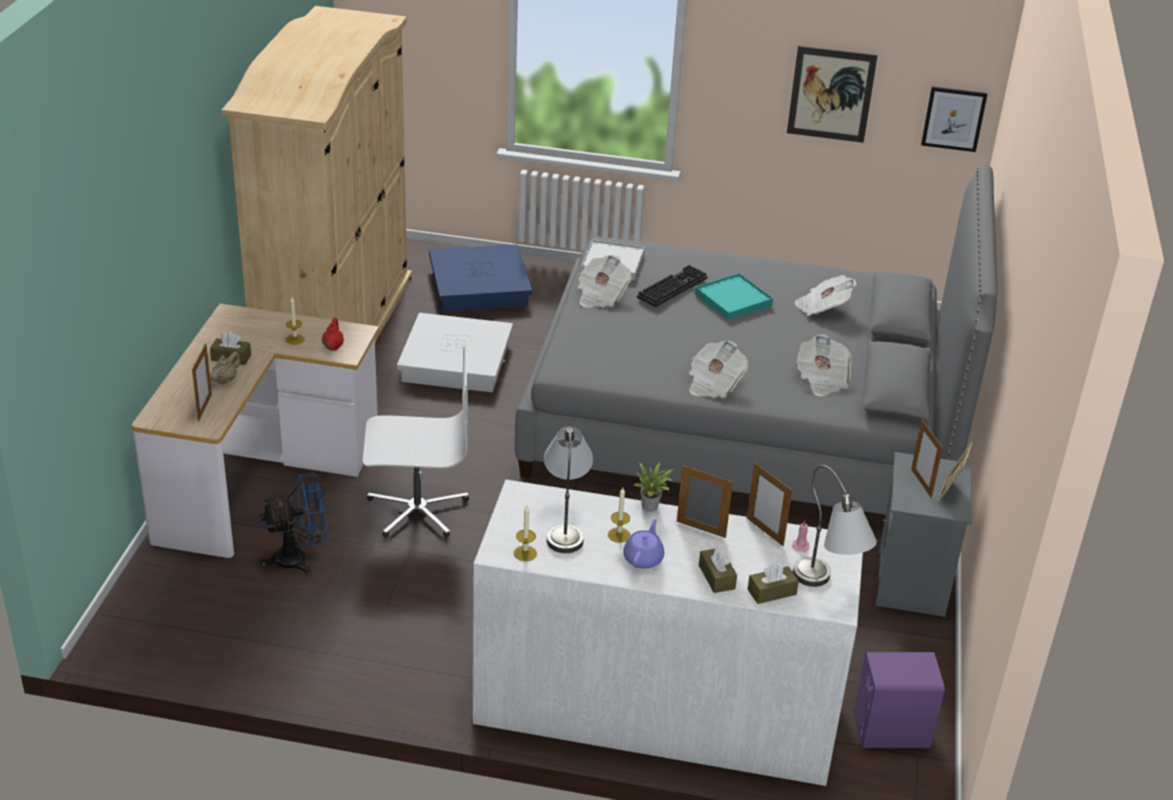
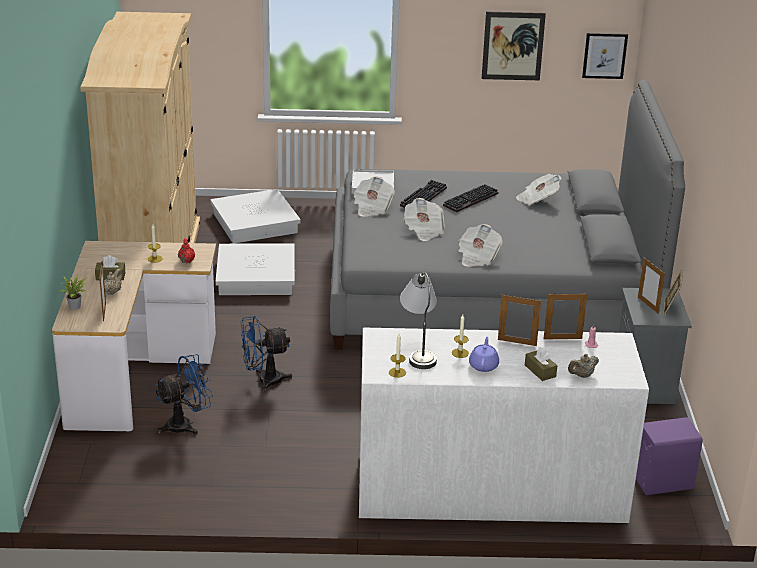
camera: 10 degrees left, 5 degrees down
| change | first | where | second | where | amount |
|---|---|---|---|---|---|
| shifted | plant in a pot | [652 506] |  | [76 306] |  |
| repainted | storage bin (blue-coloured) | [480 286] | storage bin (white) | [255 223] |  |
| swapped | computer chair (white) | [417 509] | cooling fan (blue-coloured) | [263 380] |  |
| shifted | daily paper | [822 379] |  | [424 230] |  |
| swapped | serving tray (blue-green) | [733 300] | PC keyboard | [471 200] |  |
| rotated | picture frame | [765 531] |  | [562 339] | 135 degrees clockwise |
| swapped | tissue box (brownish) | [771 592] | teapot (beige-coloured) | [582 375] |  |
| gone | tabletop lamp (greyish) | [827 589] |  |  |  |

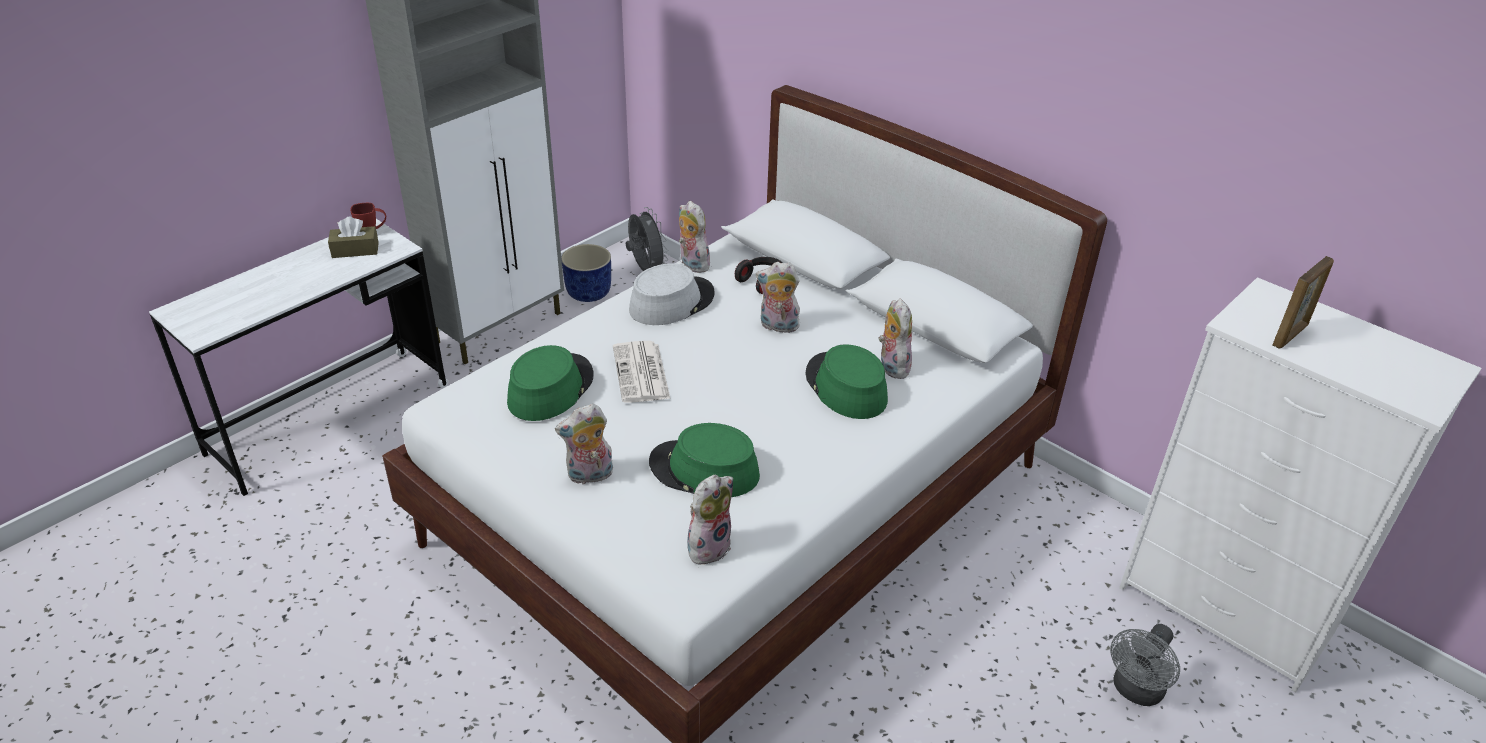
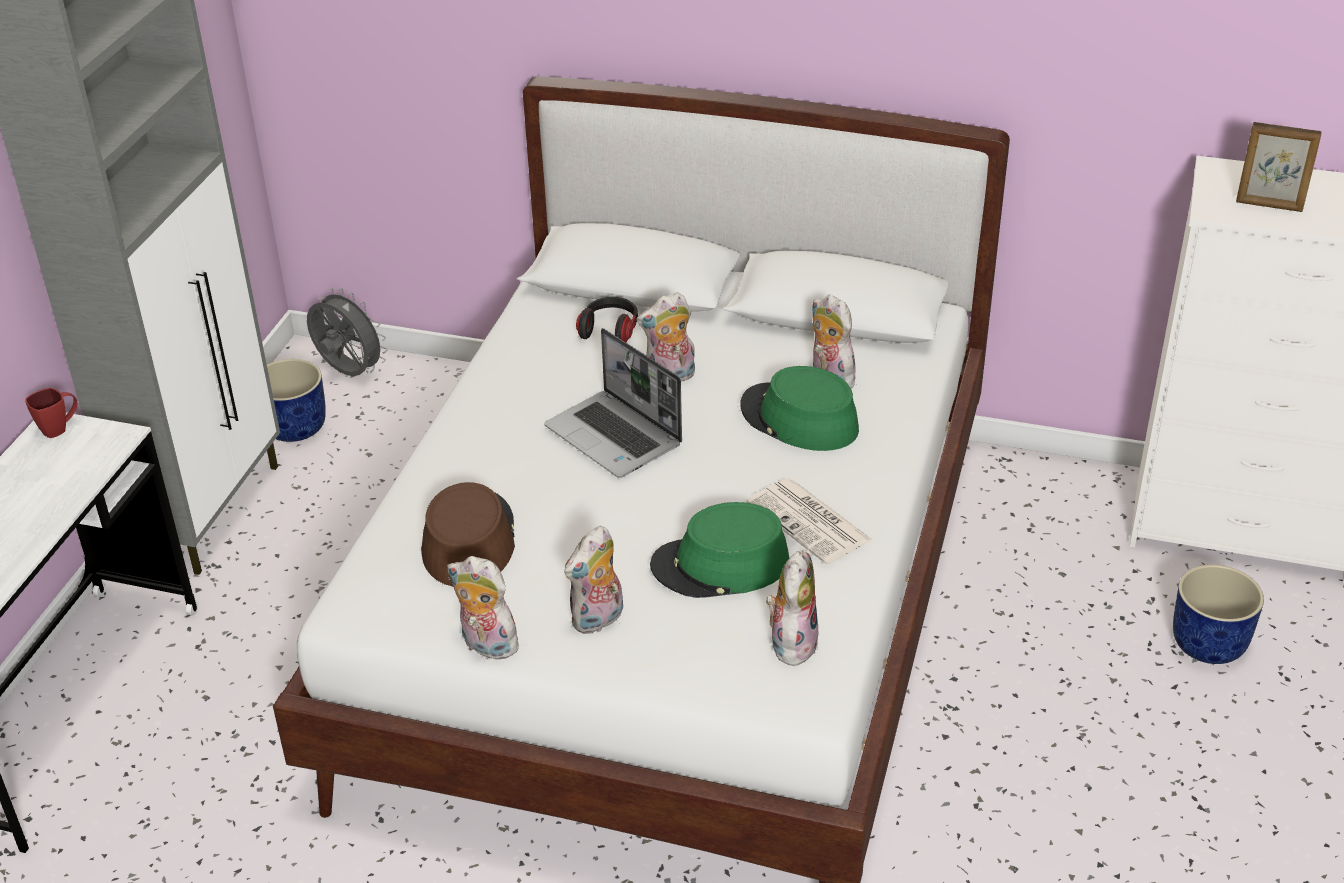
camera: 25 degrees left, 0 degrees up
| change | first | where | second | where | amount |
|---|---|---|---|---|---|
| repainted | hat (green) | [550 388] | hat (brownish) | [468 540] |  |
| shifted | plush toy | [691 264] |  | [486 646] |  |
| new |  |  | notebook computer | [615 436] |  |
| shifted | daily paper | [641 373] |  | [810 522] |  |
| swapped | cooling fan (greyish) | [1135 691] | planter (blue-coloured) | [1209 643] |  |
| rotated | picture frame | [1290 335] |  | [1269 206] | 90 degrees clockwise |
| gone | tissue box (brownish) | [355 250] |  |  |  |
| gone | hat (greyish) | [671 302] |  |  |  |

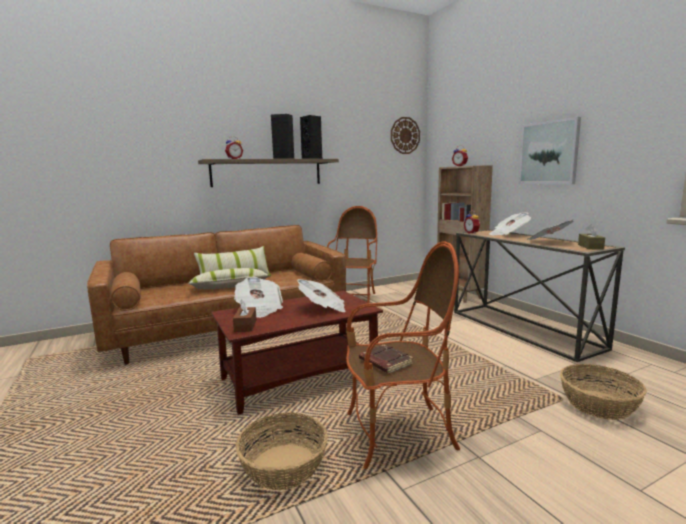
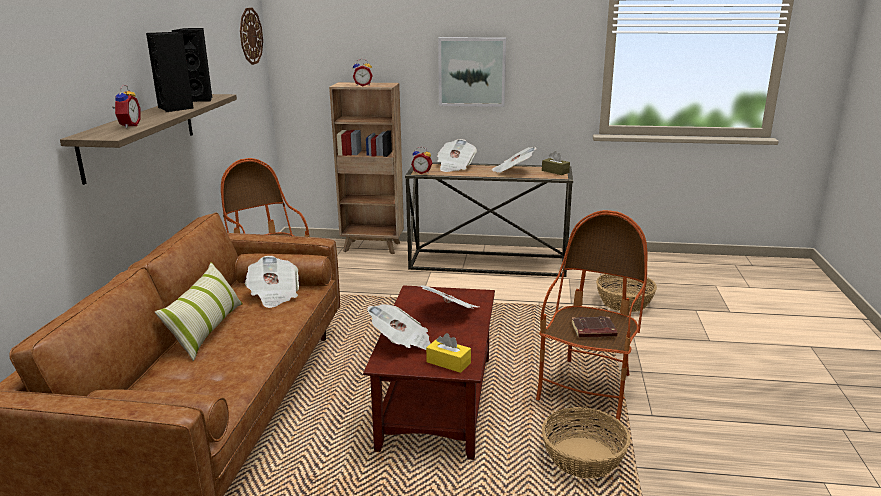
camera: 55 degrees left, 10 degrees up
| change | first | where | second | where | amount |
|---|---|---|---|---|---|
| new |  |  | daily paper | [274 295] |  |
| repainted | tissue box (brownish) | [245 325] | tissue box (yellow-coloured) | [448 362] |  |
| gone | throw pillow | [230 287] |  |  |  |

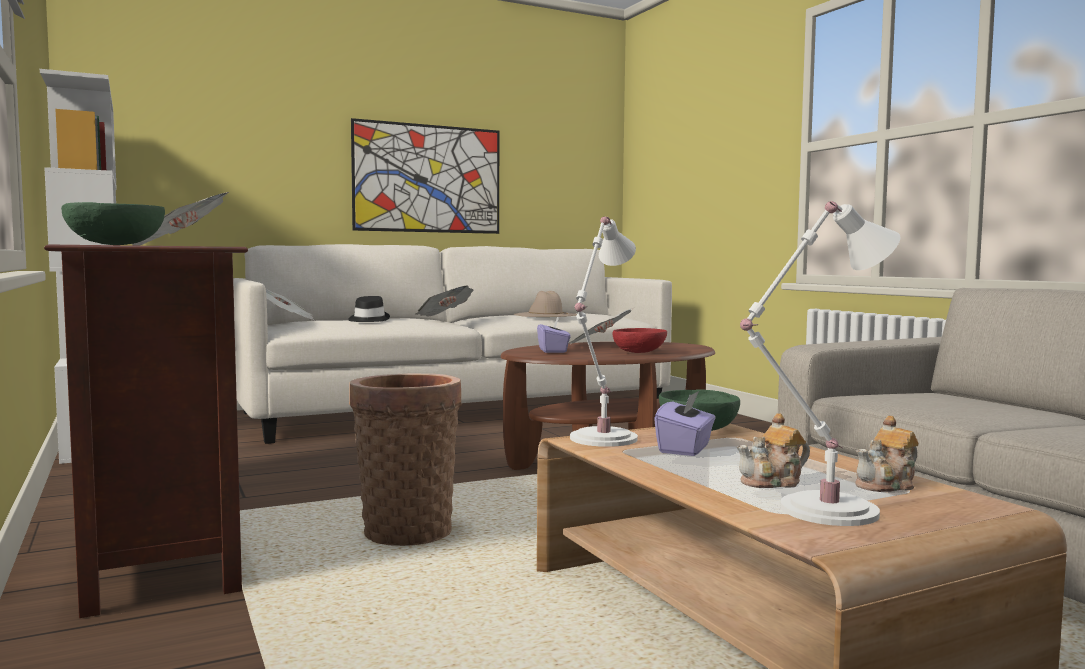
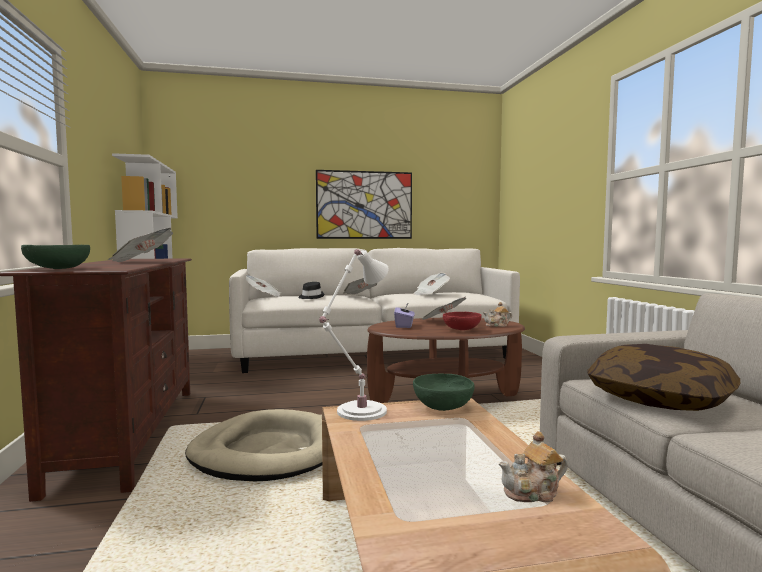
camera: 15 degrees right, 0 degrees up
| change | first | where | second | where | amount |
|---|---|---|---|---|---|
| swapped | storage basket | [407 531] | dog cushion (beige-coloured) | [268 451] |  |
| swapped | hat (beige-coloured) | [545 315] | daily paper | [430 294] |  |
| shifted | teapot | [773 482] |  | [497 325] |  |
| new |  |  | throw pillow | [660 398] |  |
| gone | tissue box (purple) | [685 449] |  |  |  |
| gone | tabletop lamp (white) | [821 511] |  |  |  |

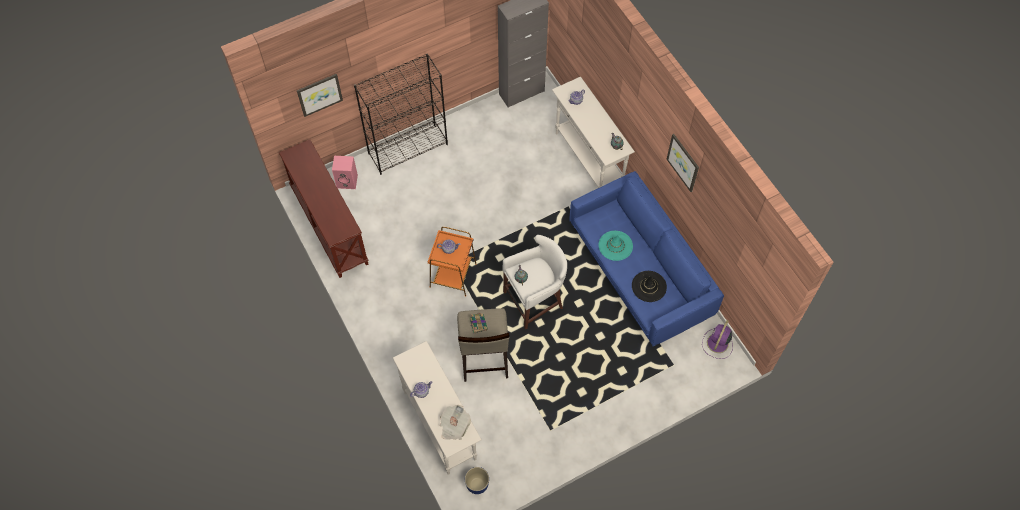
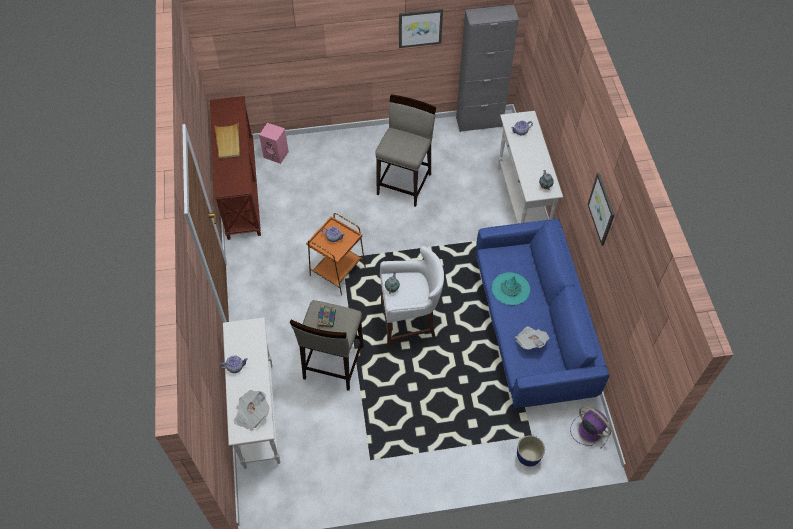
camera: 20 degrees right, 5 degrees down
| change | first | where | second | where | amount |
|---|---|---|---|---|---|
| new |  |  | serving tray (beige-coloured) | [228 142] |  |
| new |  |  | stool seat (beige-coloured) | [404 183] |  |
| shifted | picture | [319 94] |  | [420 27] |  |
| swapped | hat (black) | [649 286] | daily paper | [530 341] |  |
| shifted | planter | [477 484] |  | [528 456] |  |
| rotated | cooling fan (purple) | [717 344] |  | [589 430] | 90 degrees clockwise |
| gone | shelving unit (black) | [408 148] |  |  |  |

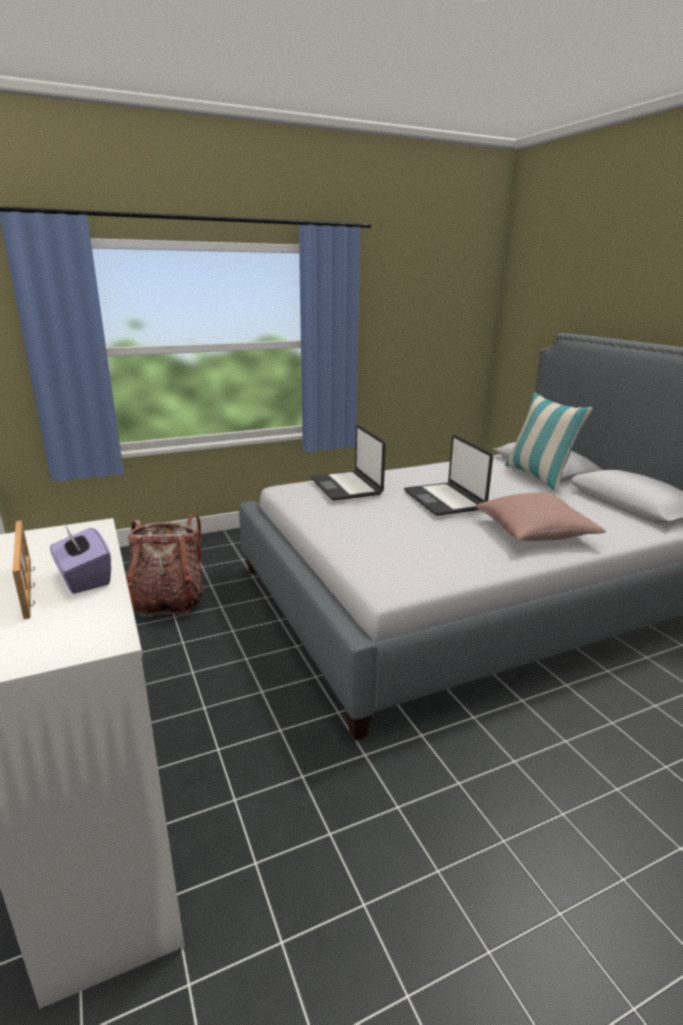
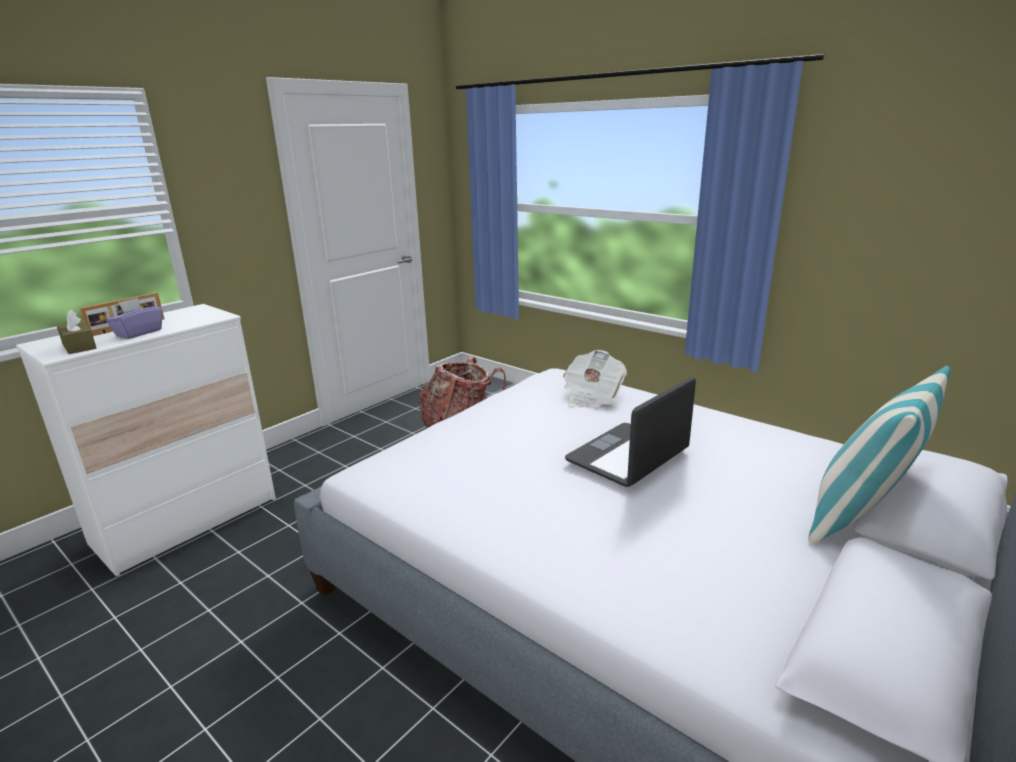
camera: 65 degrees right, 0 degrees up
| change | first | where | second | where | amount |
|---|---|---|---|---|---|
| new |  |  | tissue box (brownish) | [79 346] |  |
| swapped | notebook computer | [347 486] | daily paper | [592 395] |  |
| gone | throw pillow (pinkish) | [534 532] |  |  |  |

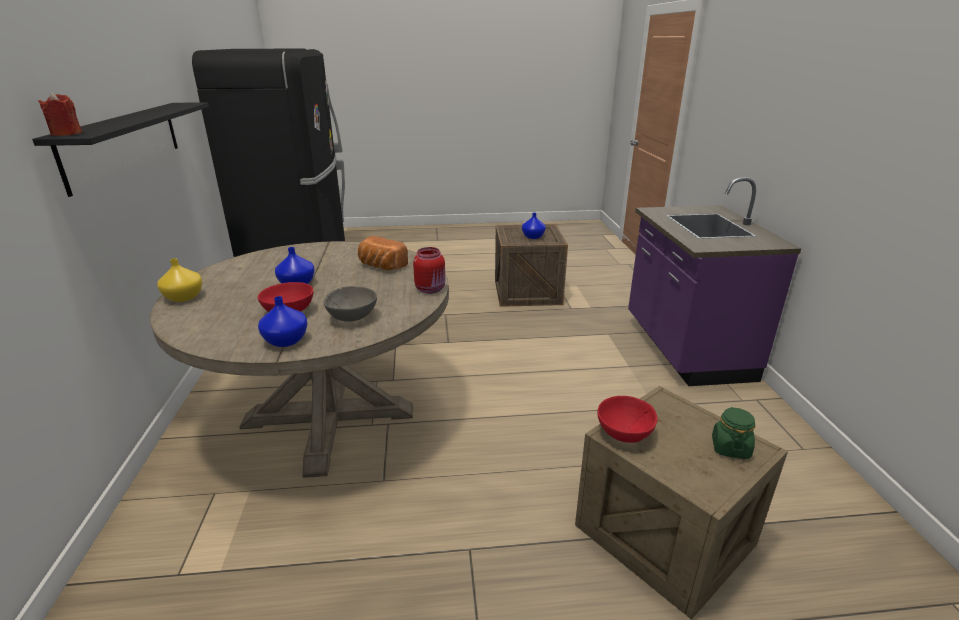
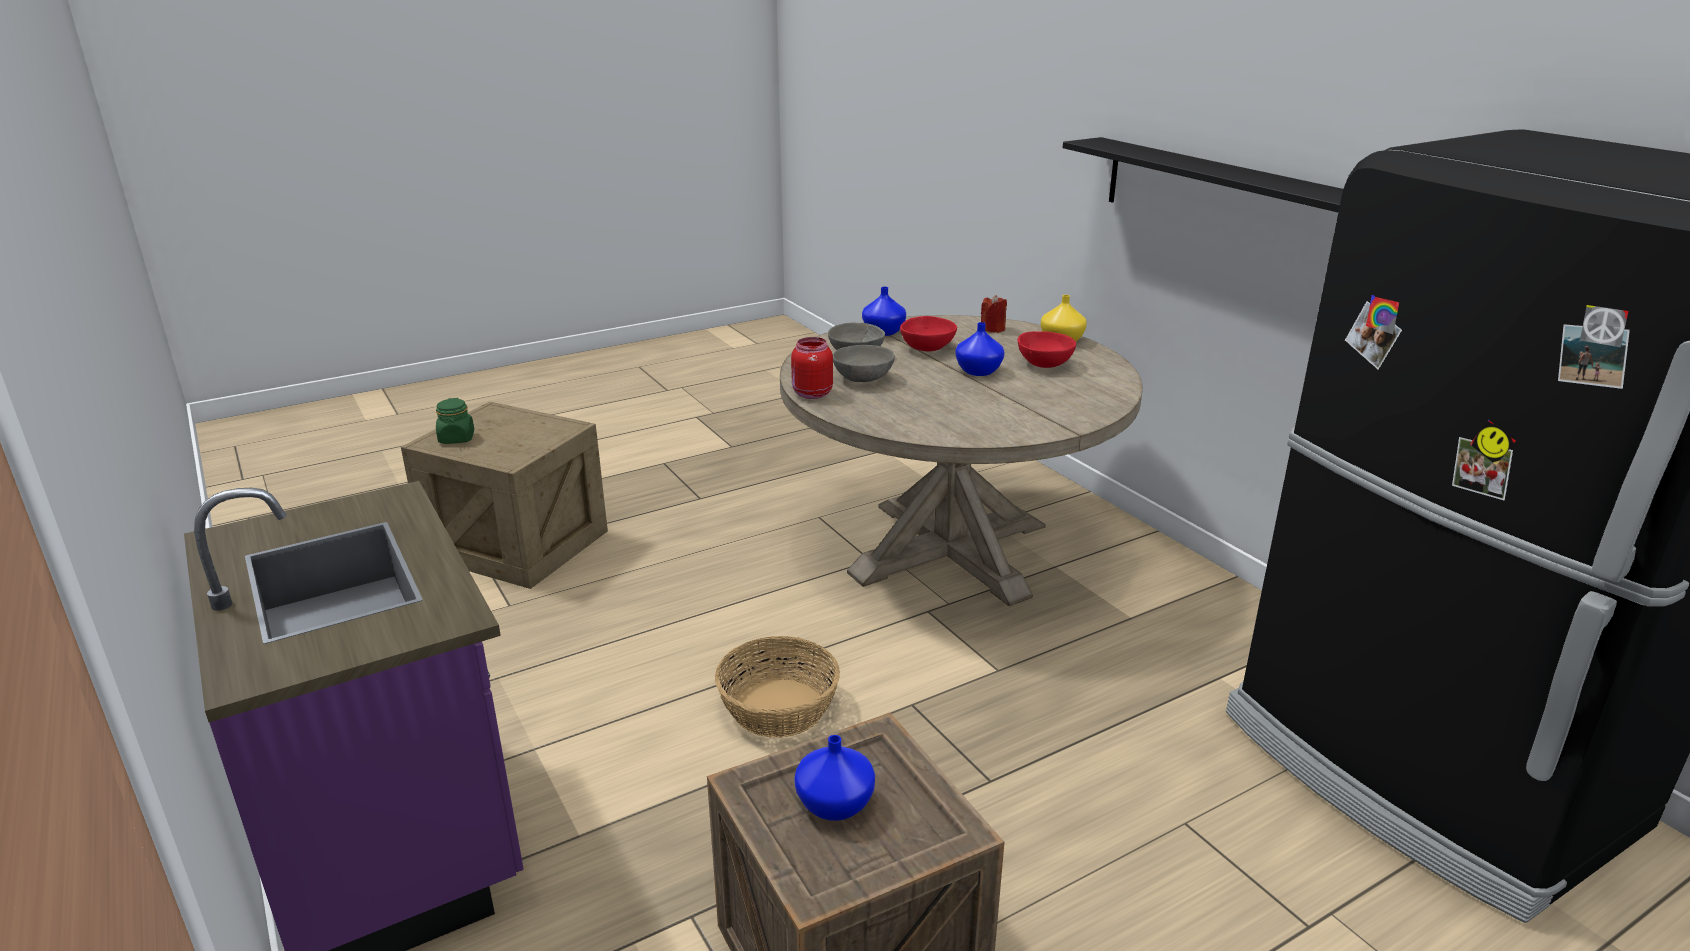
camera: 155 degrees right, 0 degrees up
| change | first | where | second | where | amount |
|---|---|---|---|---|---|
| new |  |  | storage basket | [779 707] |  |
| new |  |  | serving bowl (greyish) | [863 379] |  |
| shifted | candle (red) | [66 134] |  | [993 329] |  |
| shifted | serving bowl (red) | [624 433] |  | [1044 365] |  |
| gone | baked bread | [381 266] |  |  |  |

